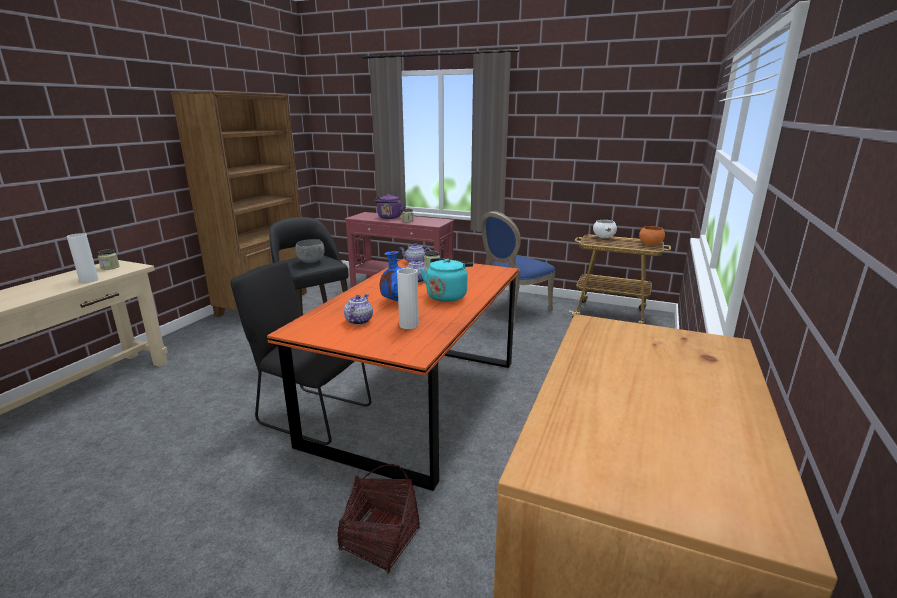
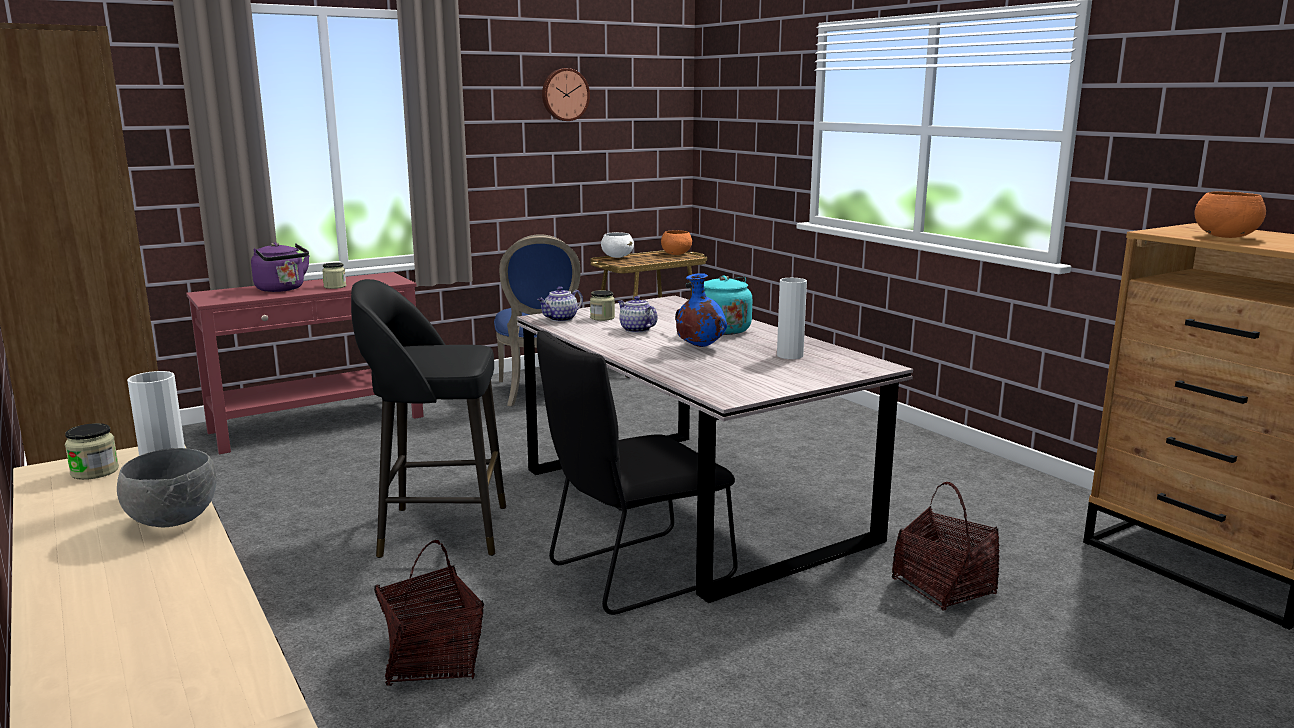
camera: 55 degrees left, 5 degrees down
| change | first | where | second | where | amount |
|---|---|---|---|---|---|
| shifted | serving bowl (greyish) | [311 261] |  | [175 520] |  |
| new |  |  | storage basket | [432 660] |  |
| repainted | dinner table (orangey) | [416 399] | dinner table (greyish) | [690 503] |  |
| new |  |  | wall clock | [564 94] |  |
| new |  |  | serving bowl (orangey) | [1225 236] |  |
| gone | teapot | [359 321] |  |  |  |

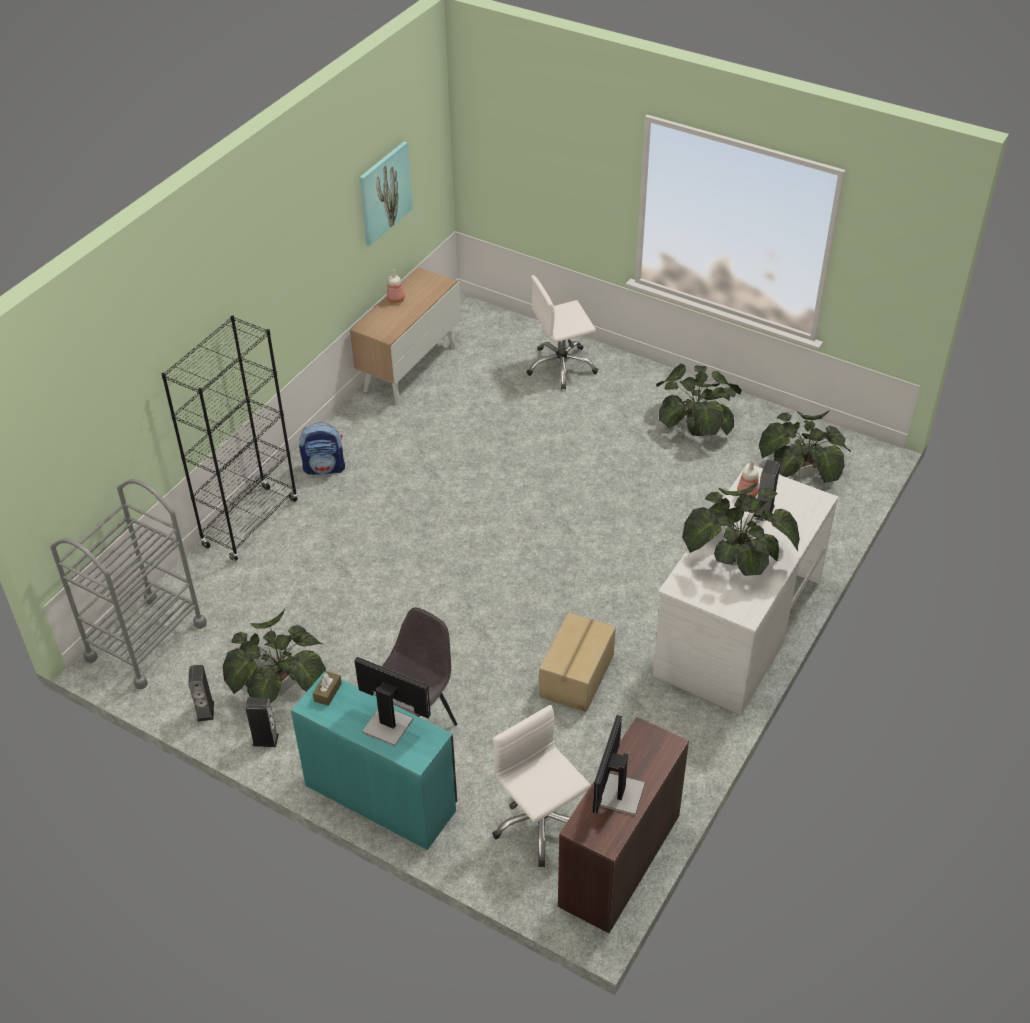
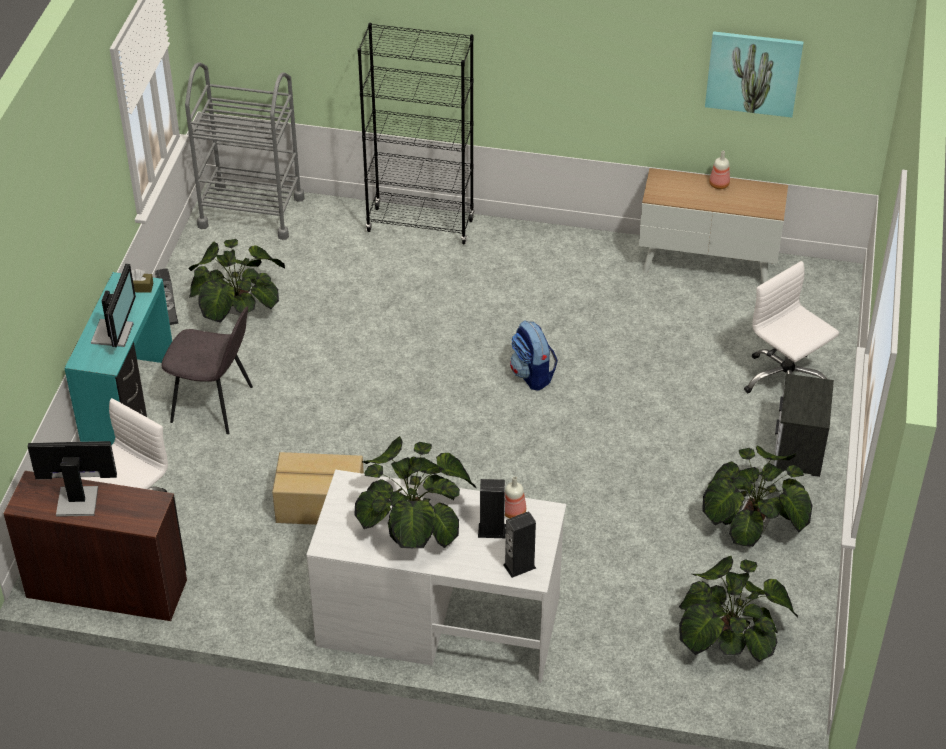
camera: 70 degrees right, 0 degrees up
| change | first | where | second | where | amount |
|---|---|---|---|---|---|
| shifted | audio speaker | [205 711] |  | [519 566] |  |
| shifted | backpack | [325 468] |  | [532 375] |  |
| new |  |  | nightstand | [798 450] |  |

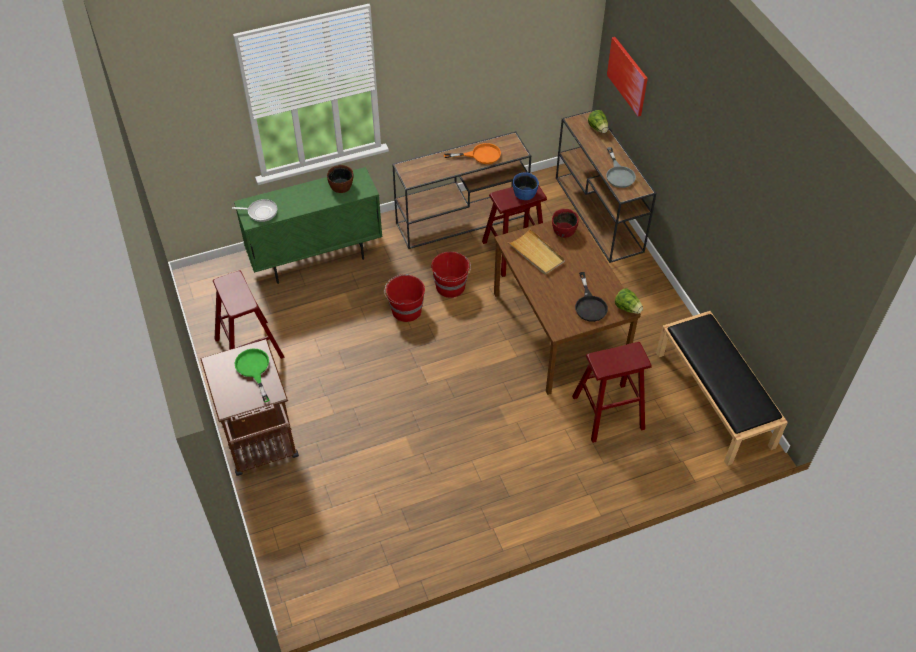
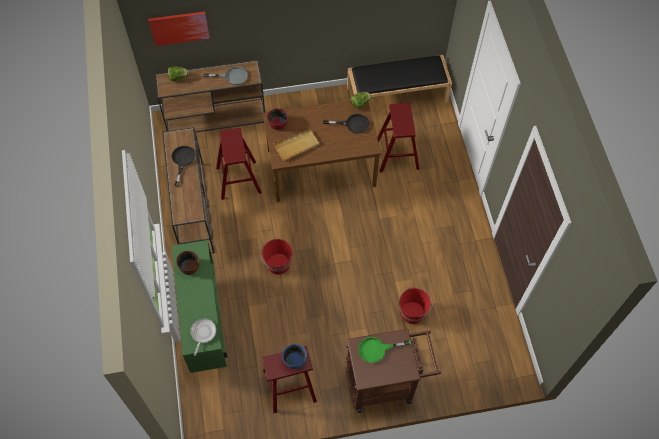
camera: 80 degrees left, 10 degrees up
| change | first | where | second | where | amount |
|---|---|---|---|---|---|
| repainted | pan (orangey) | [480 155] | pan (black) | [182 161] |  |
| shifted | serving bowl (blue-coloured) | [525 193] |  | [294 360] |  |
| shifted | water bucket (red) | [451 287] |  | [412 312] |  |

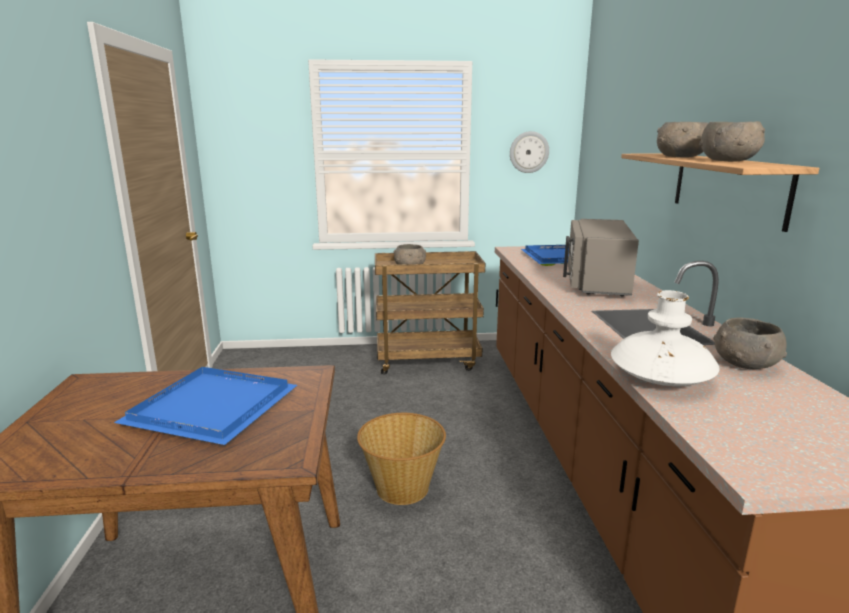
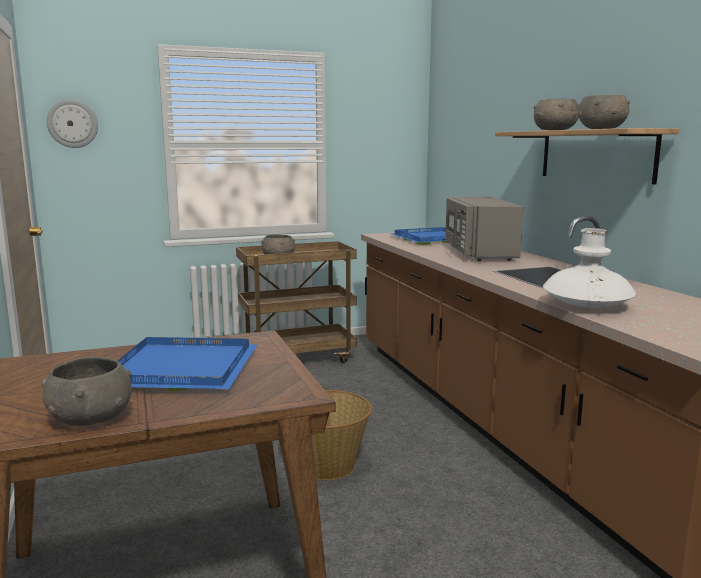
camera: 15 degrees left, 5 degrees down
| change | first | where | second | where | amount |
|---|---|---|---|---|---|
| shifted | serving bowl (greyish) | [744 364] |  | [90 418] |  |
| shifted | wall clock | [529 152] |  | [72 123] |  |

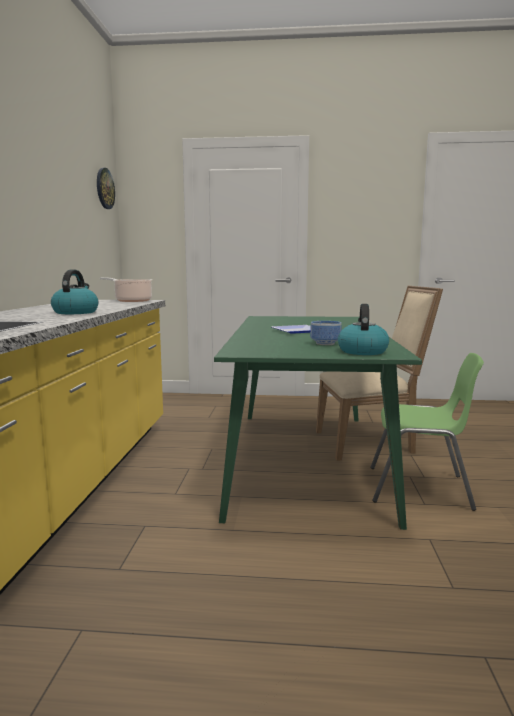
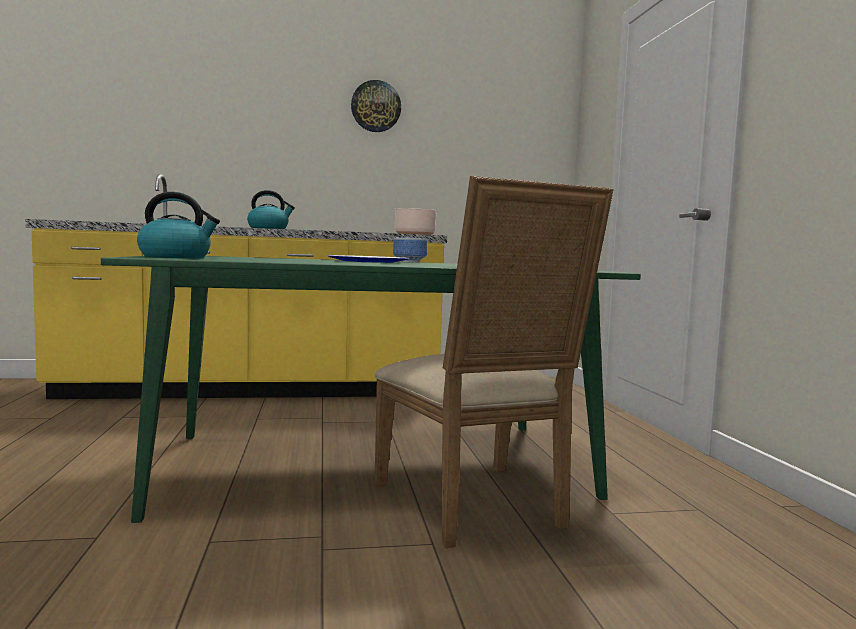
camera: 75 degrees right, 5 degrees down
| change | first | where | second | where | amount |
|---|---|---|---|---|---|
| shifted | wall clock | [104 188] |  | [376 106] |  |
| shifted | serving bowl | [324 343] |  | [409 262] |  |
| gone | chair (green) | [420 488] |  |  |  |

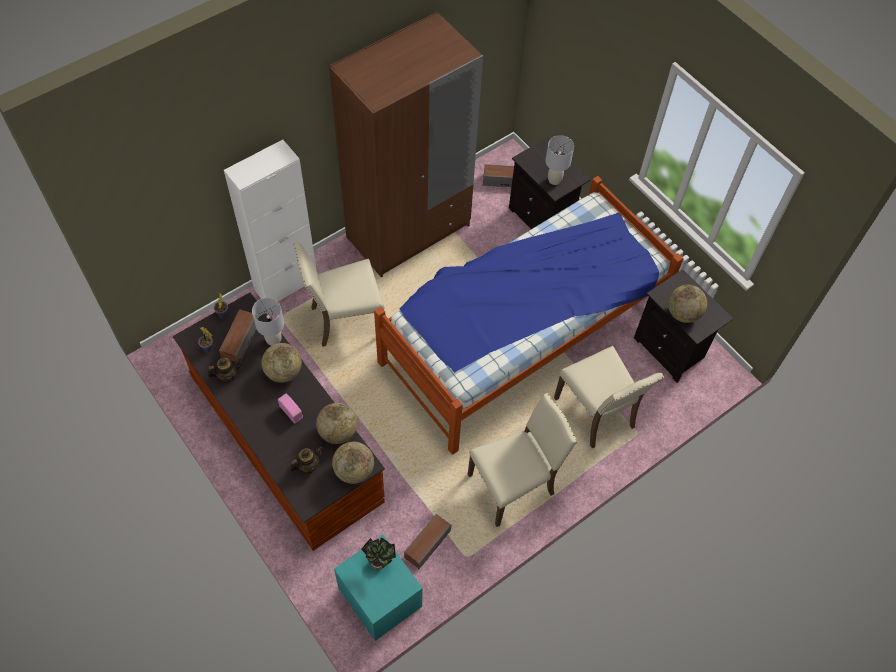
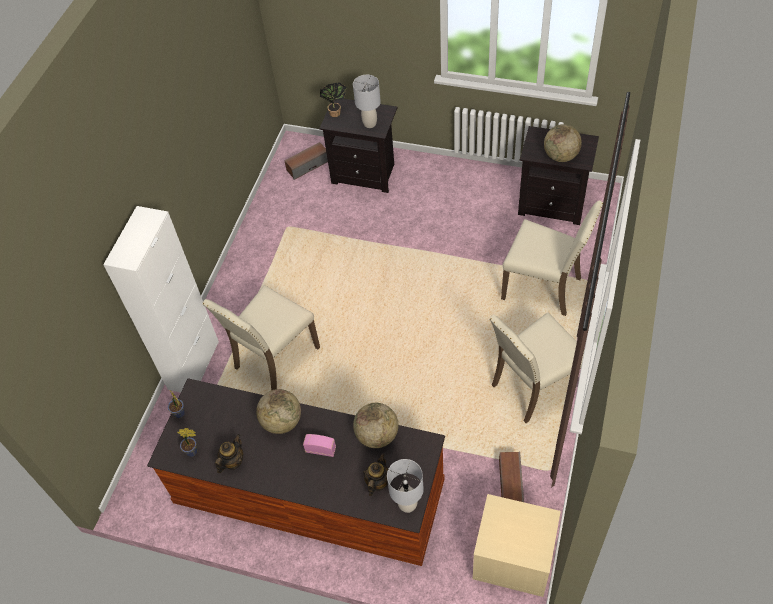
camera: 30 degrees left, 5 degrees down
| change | first | where | second | where | amount |
|---|---|---|---|---|---|
| shifted | plant in a pot | [380 562] |  | [335 112] |  |
| shifted | tabletop lamp (greyish) | [274 340] |  | [407 504] |  |
| repainted | nightstand (blue-green) | [379 597] | nightstand (beige-coloured) | [512 559] |  |
| rotated | chair (beige-coloured) | [513 485] |  | [534 387] | 150 degrees counterclockwise |
| gone | audio speaker | [240 341] |  |  |  |
| gone | armoire (brownish) | [408 231] |  |  |  |
| gone | world globe | [354 470] |  |  |  |
| gone | bed | [521 336] |  |  |  |

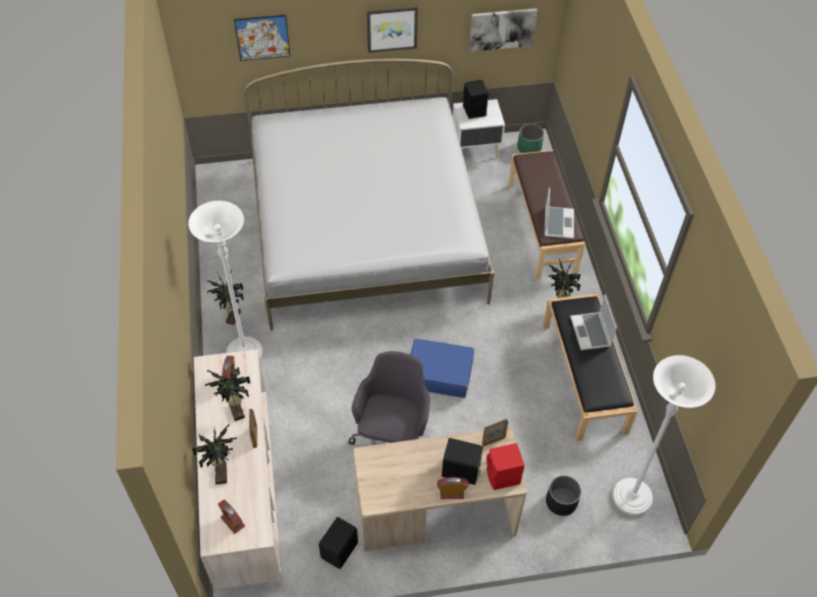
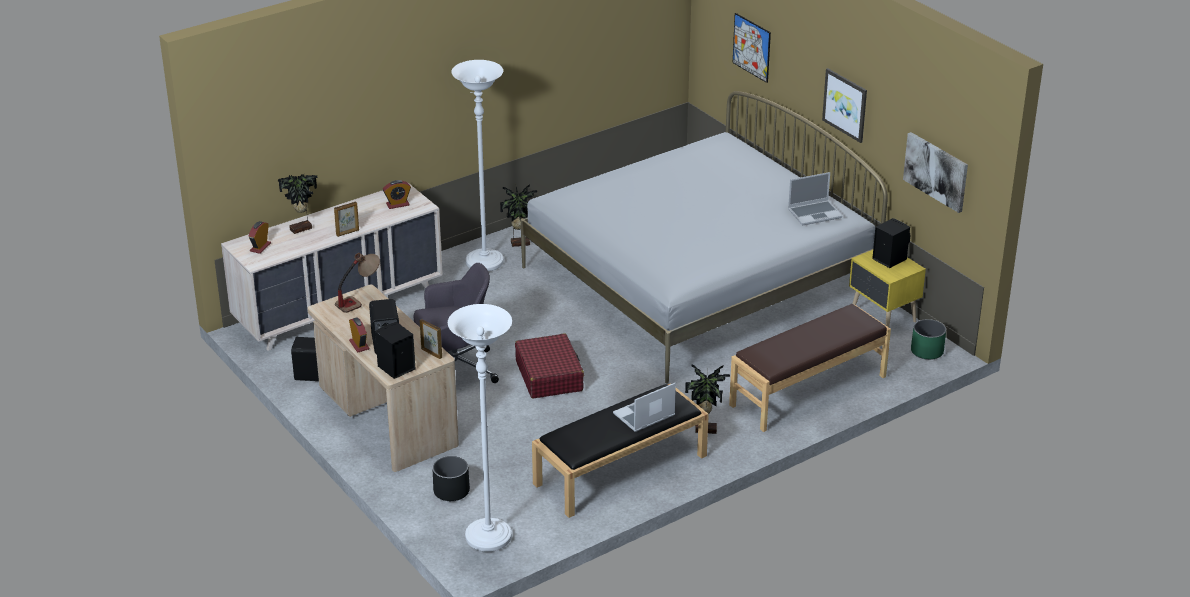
camera: 65 degrees right, 20 degrees down
| change | first | where | second | where | amount |
|---|---|---|---|---|---|
| new |  |  | tabletop lamp | [359 300] |  |
| repainted | audio speaker (red) | [503 477] | audio speaker (black) | [395 368] |  |
| repainted | travel case (blue-coloured) | [439 373] | travel case (red) | [549 376] |  |
| shifted | notebook computer | [558 223] |  | [815 213] |  |
| repainted | nightstand (white) | [476 150] | nightstand (yellow-coloured) | [883 317] |  |
| gone | plant in a pot | [235 412] |  |  |  |

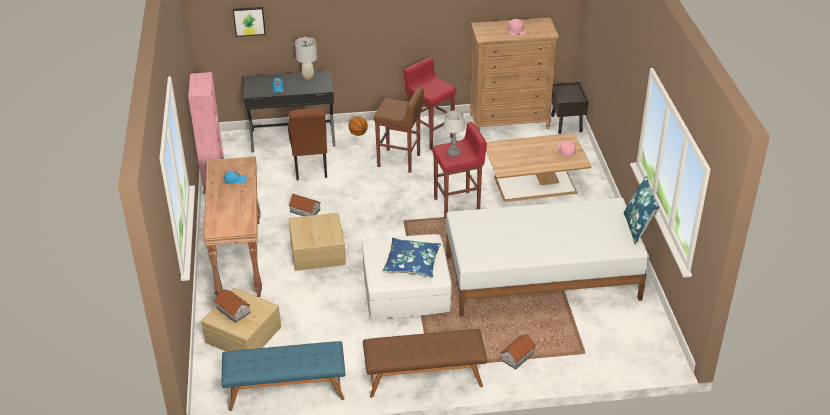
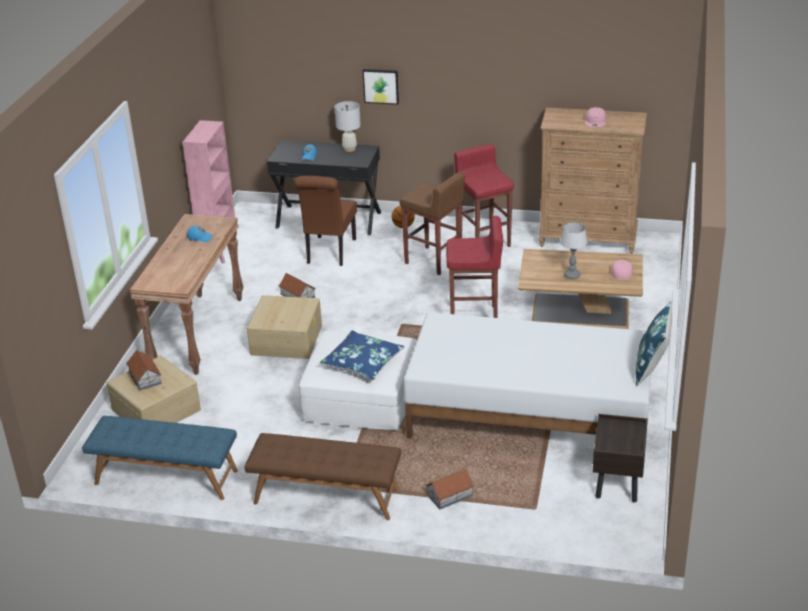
camera: 20 degrees right, 5 degrees down
| change | first | where | second | where | amount |
|---|---|---|---|---|---|
| shifted | picture | [249 21] |  | [381 86] |  |
| shifted | tabletop lamp | [453 153] |  | [572 275] |  |
| shifted | nightstand (brownish) | [566 124] |  | [618 482] |  |

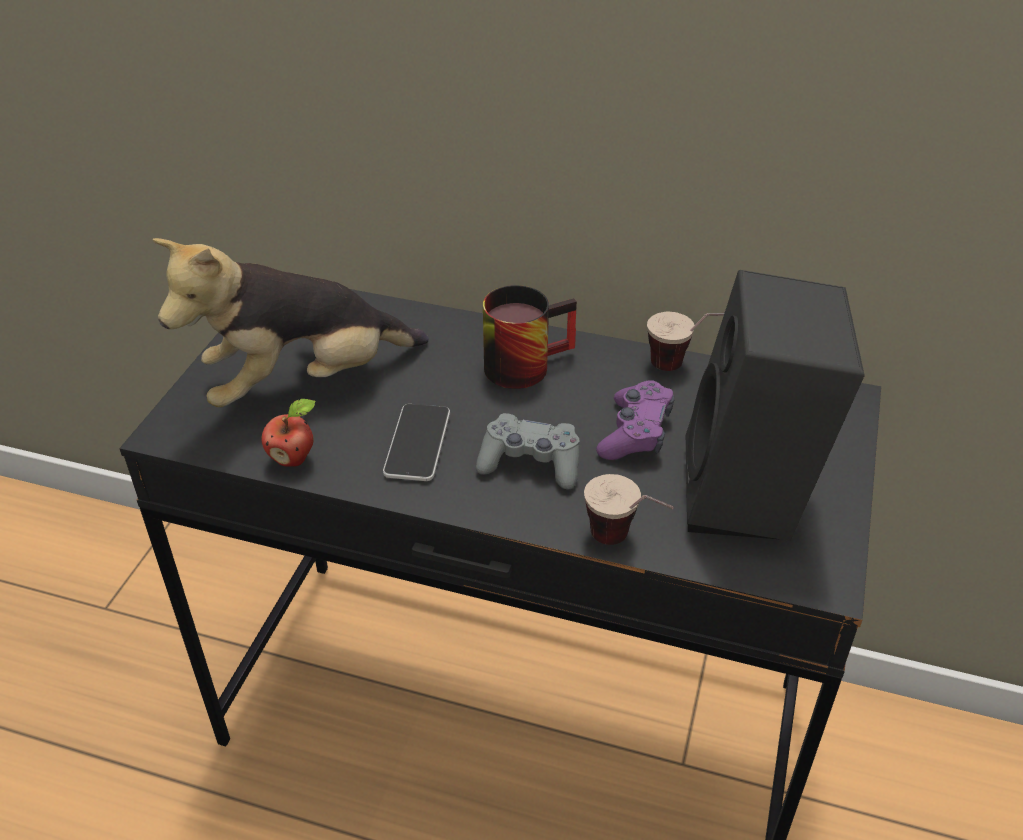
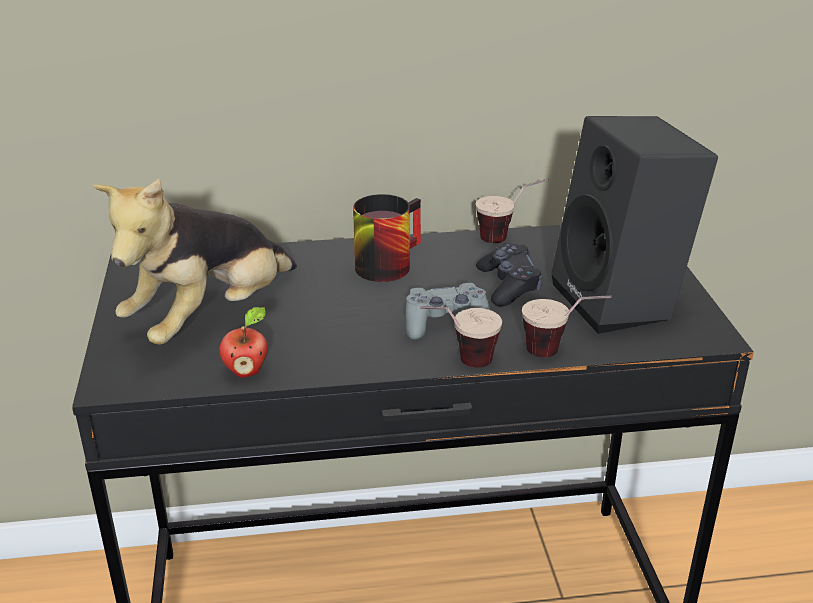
camera: 25 degrees left, 10 degrees down
| change | first | where | second | where | amount |
|---|---|---|---|---|---|
| new |  |  | drinking cup | [459 364] |  |
| repainted | gamepad (purple) | [635 433] | gamepad (black) | [508 285] |  |
| gone | phone | [417 443] |  |  |  |

